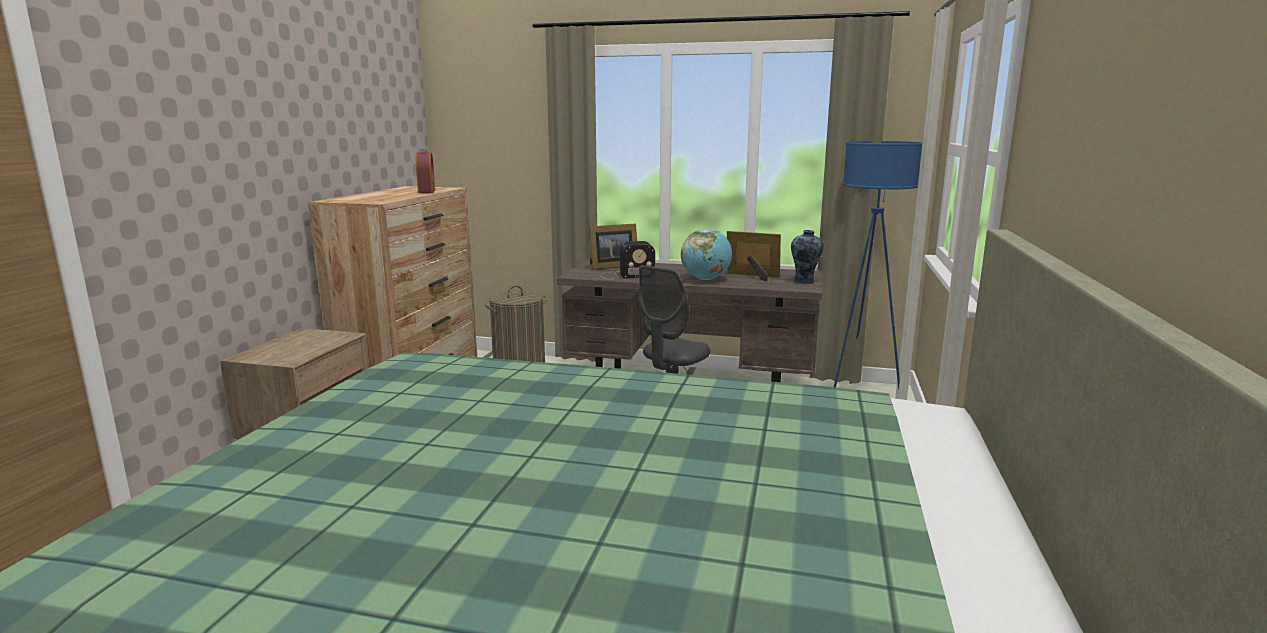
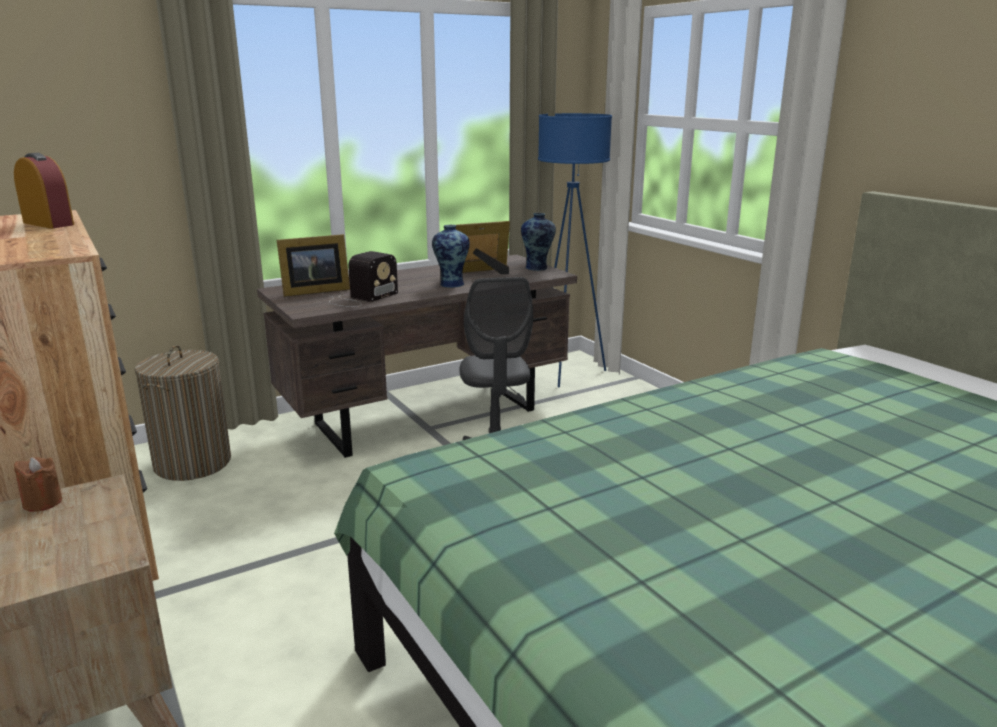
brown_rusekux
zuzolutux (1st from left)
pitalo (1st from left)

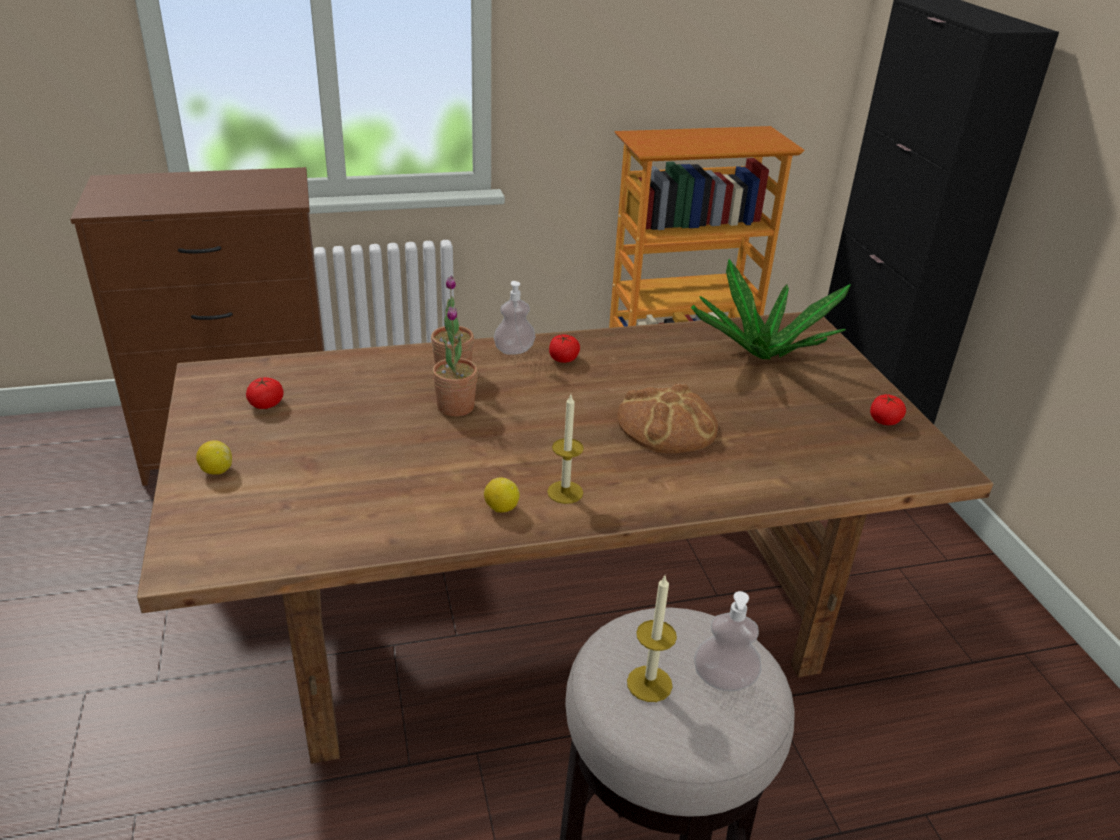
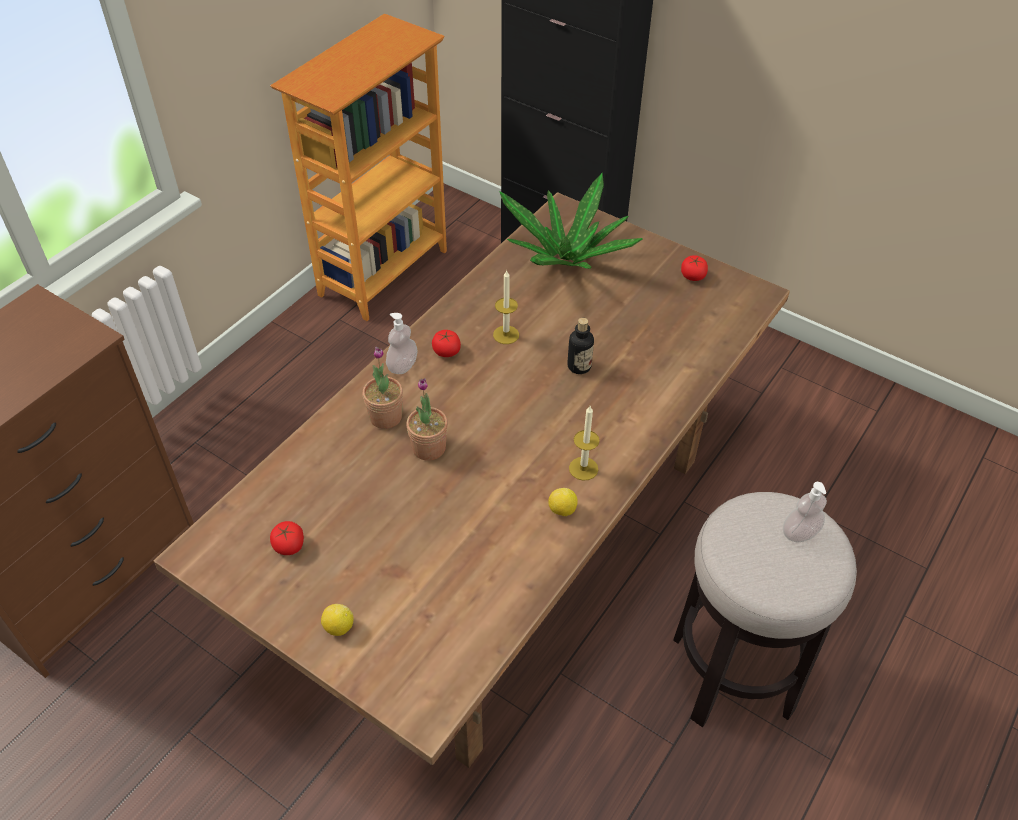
rusekux (1st from left)
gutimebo

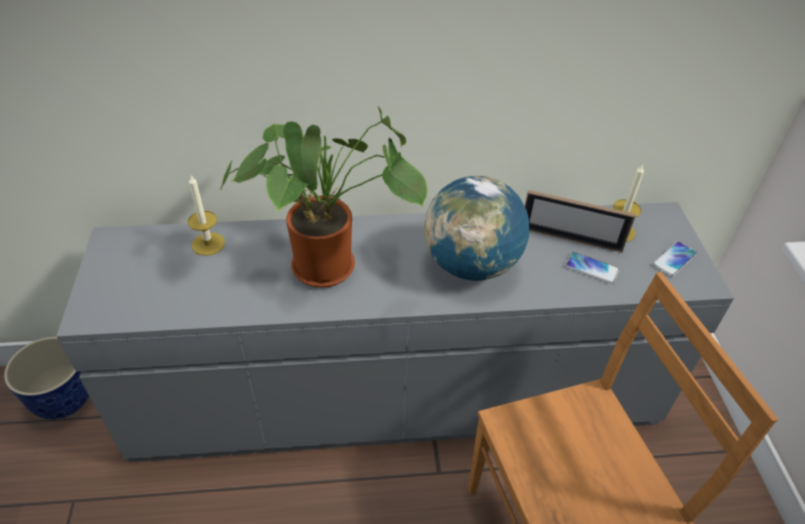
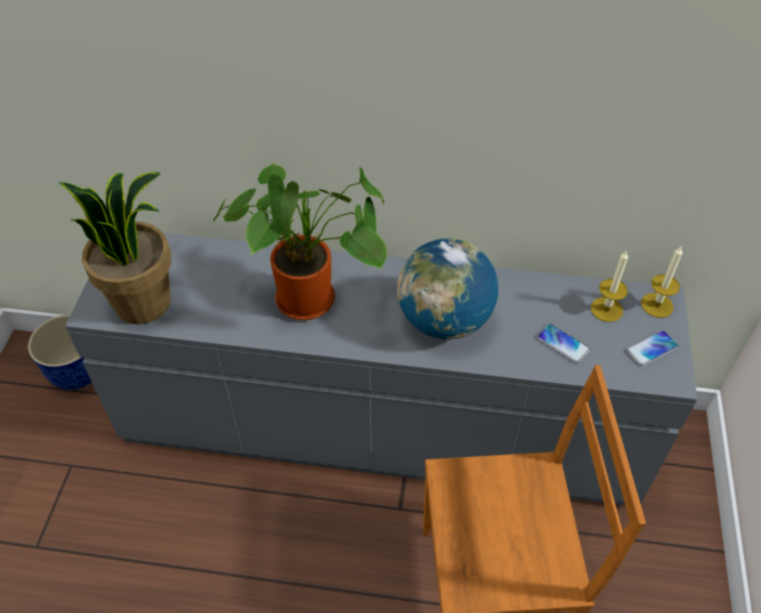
pitalo
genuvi (1st from left)
rusekux (2nd from left)

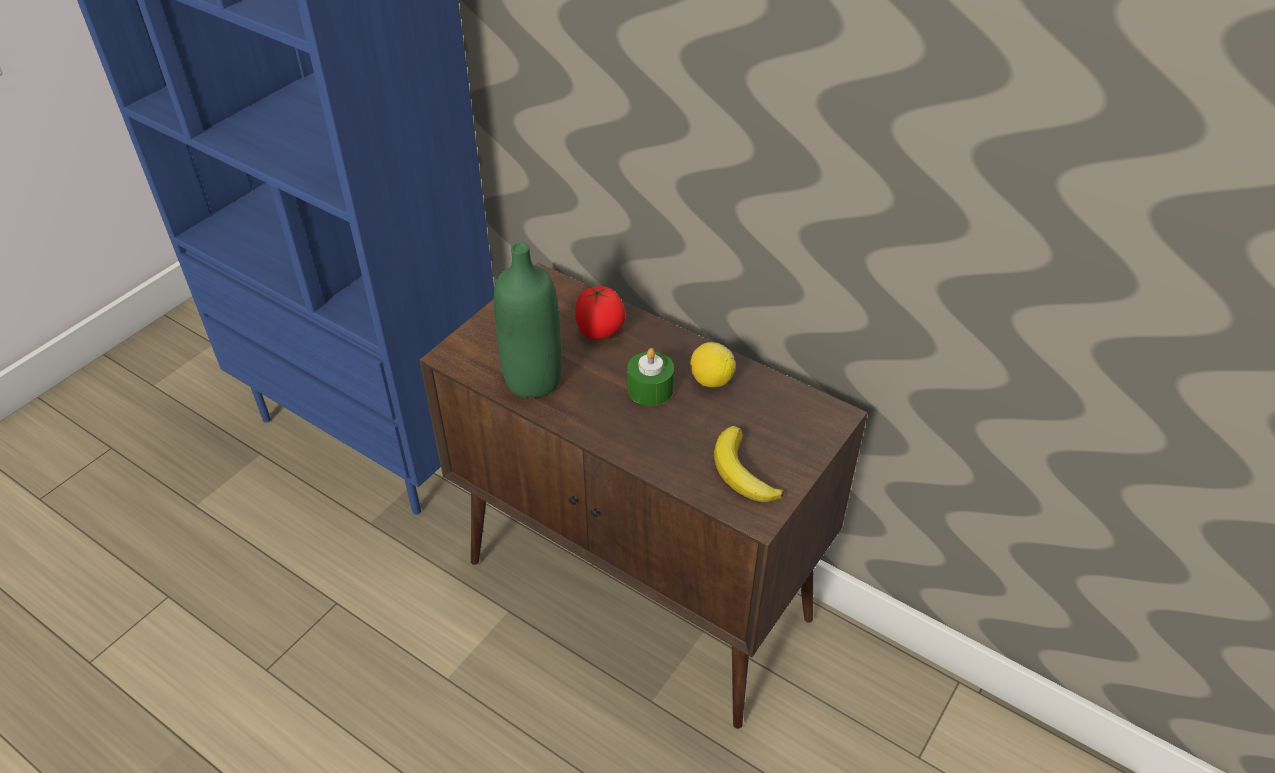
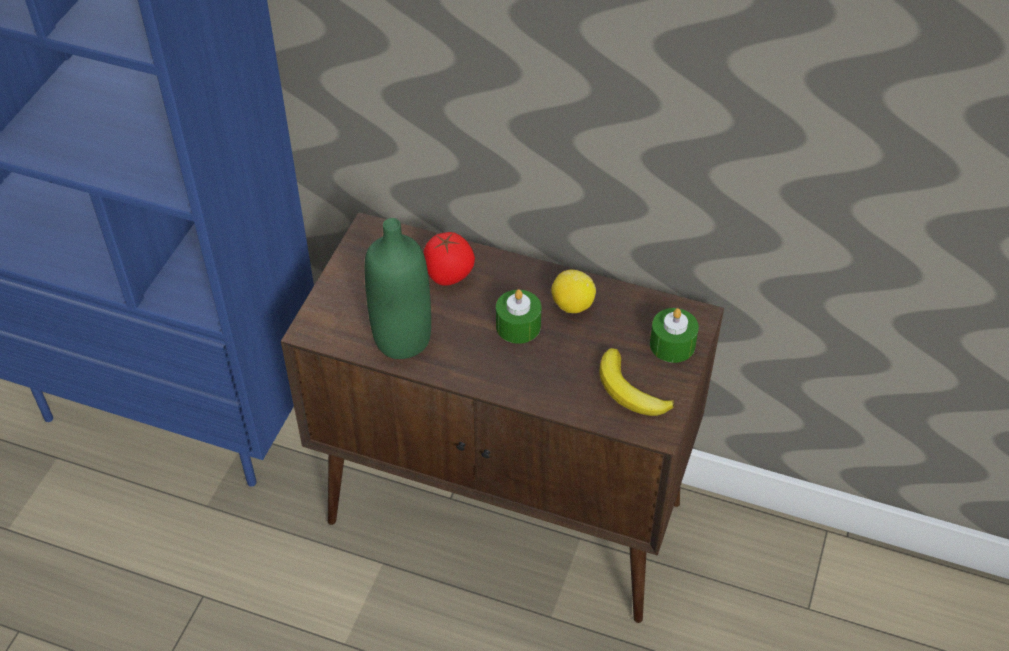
green_rusekux (2nd from left)

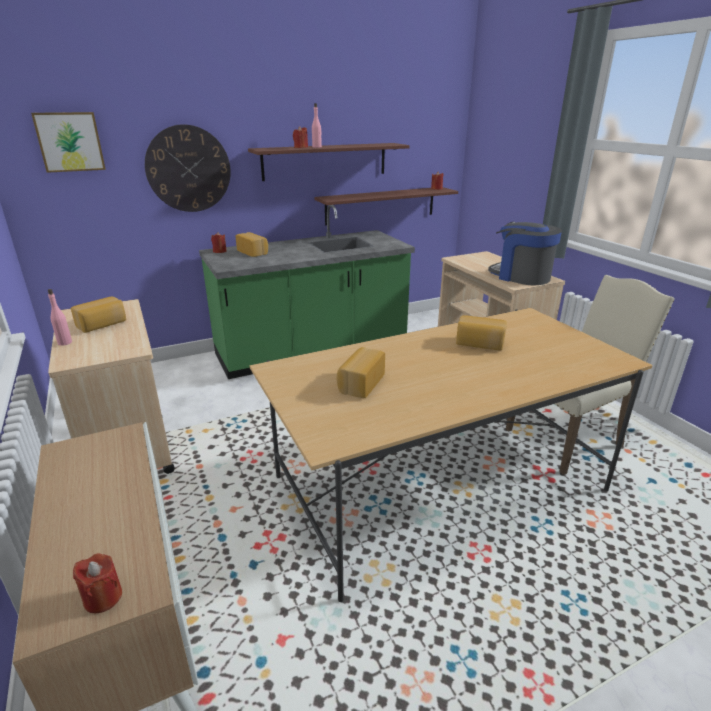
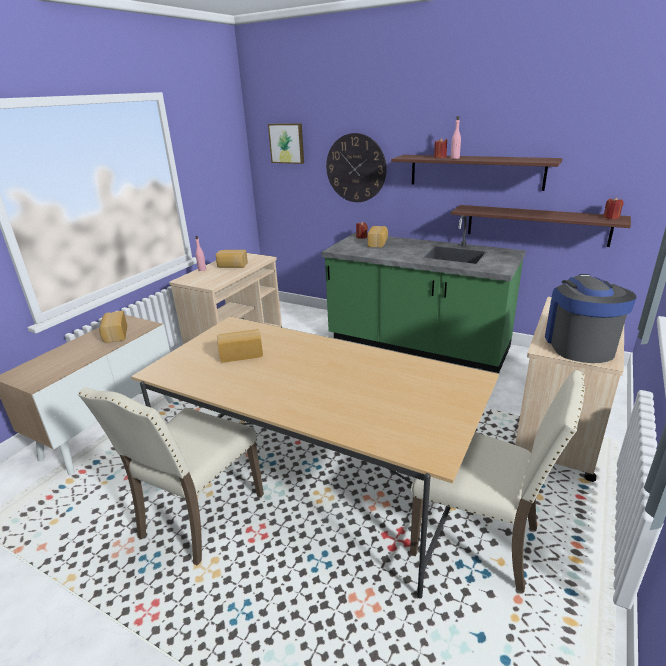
red_rusekux (1st from left in the first image)
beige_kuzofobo (1st from left)
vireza (1st from left)

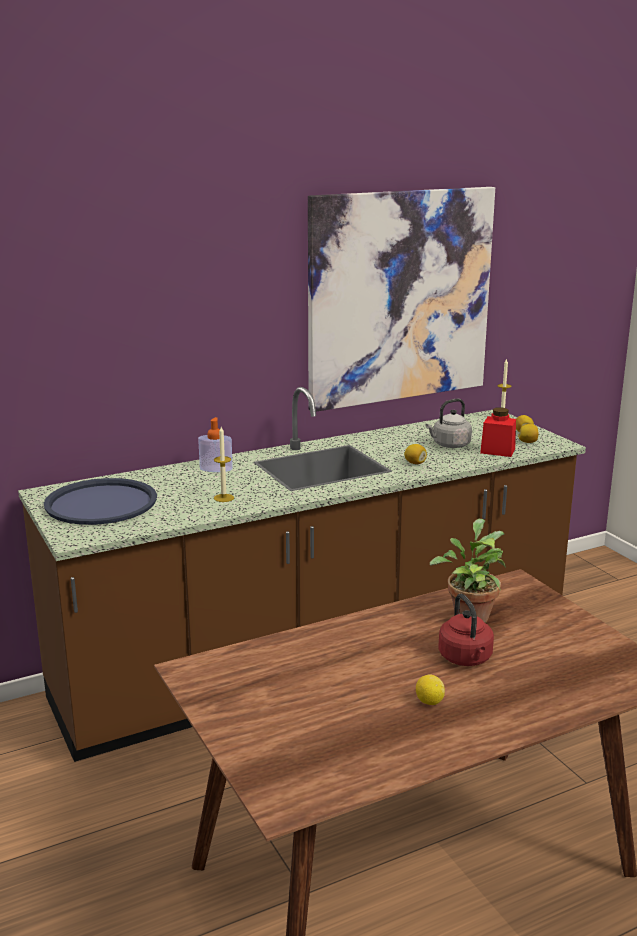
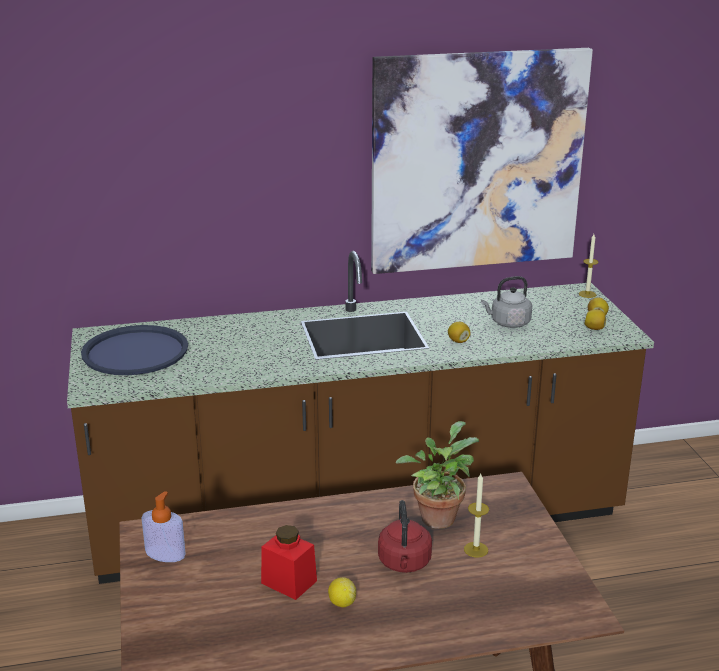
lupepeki
rusekux (1st from left)
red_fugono

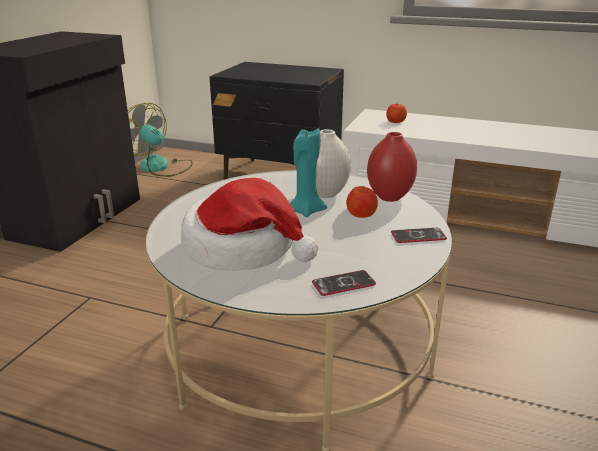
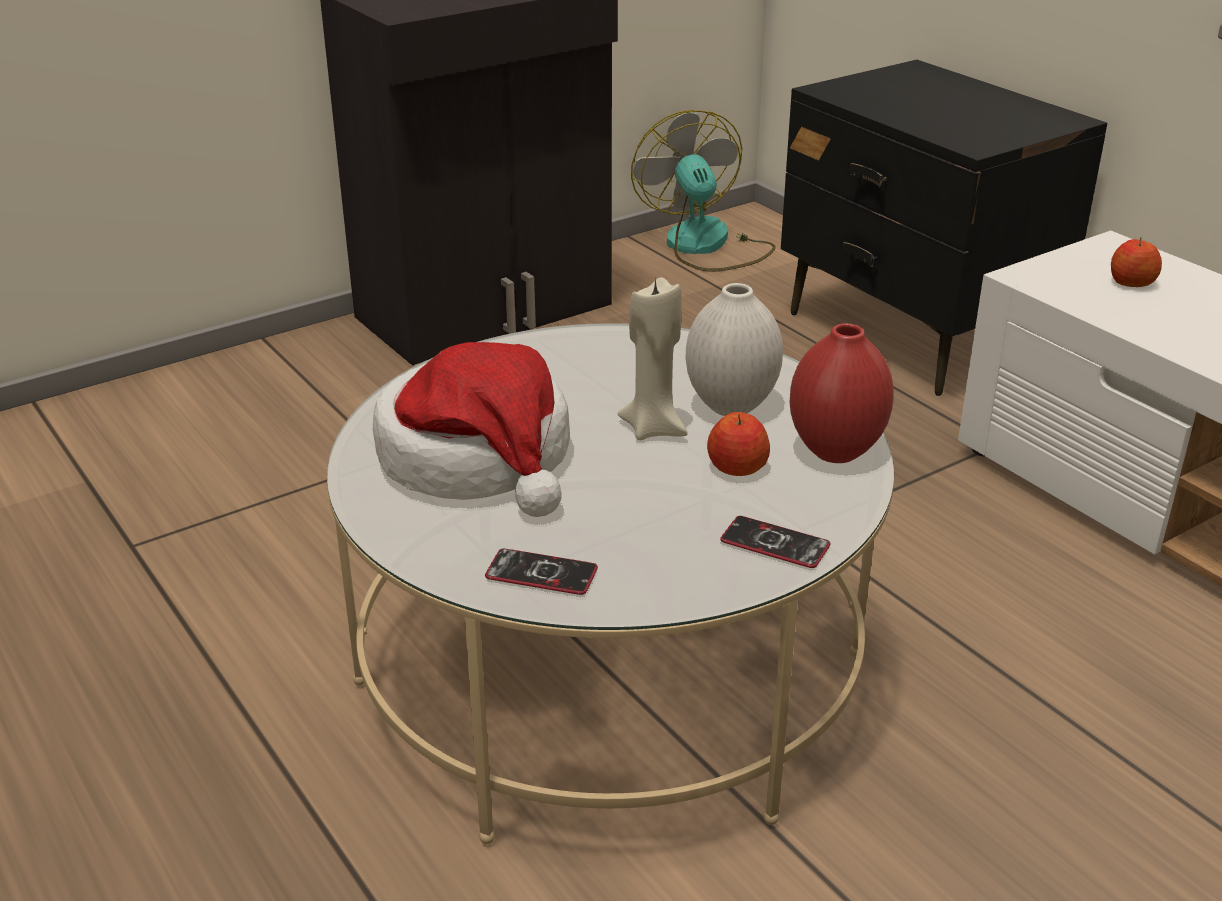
beige_rusekux

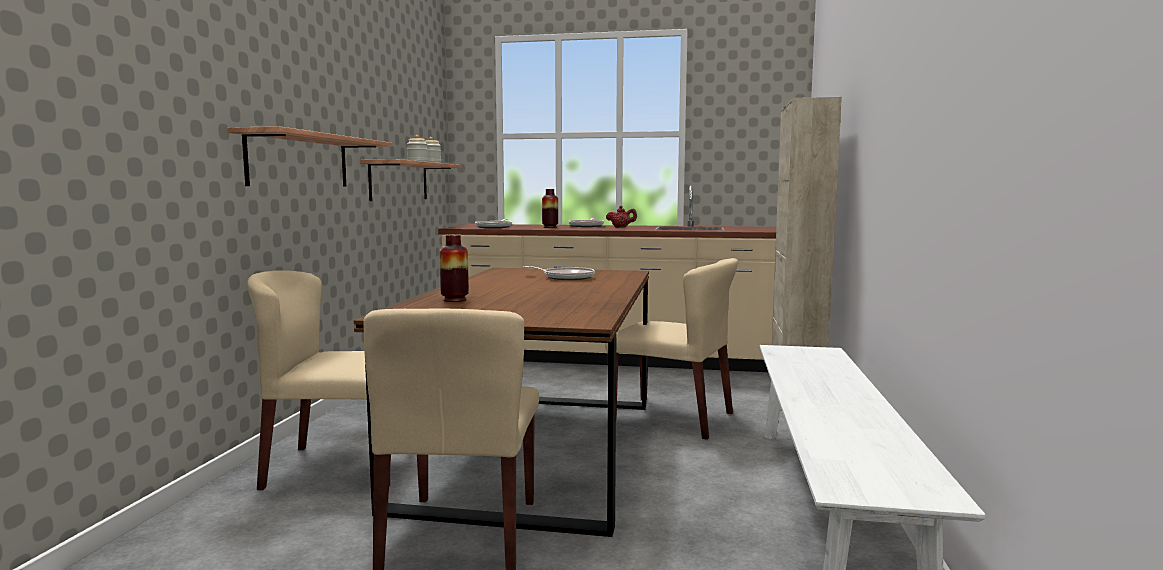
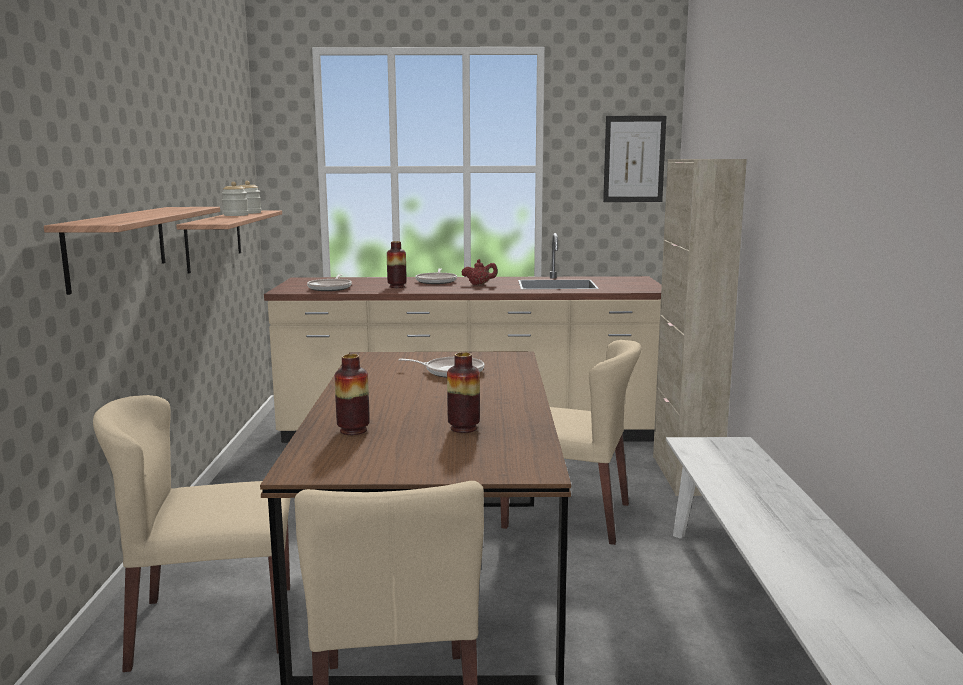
zuzolutux (3rd from left)
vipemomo

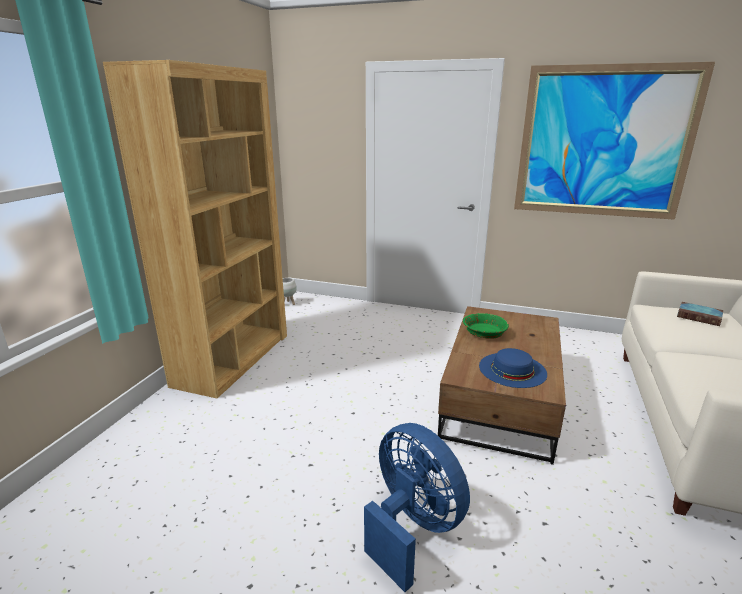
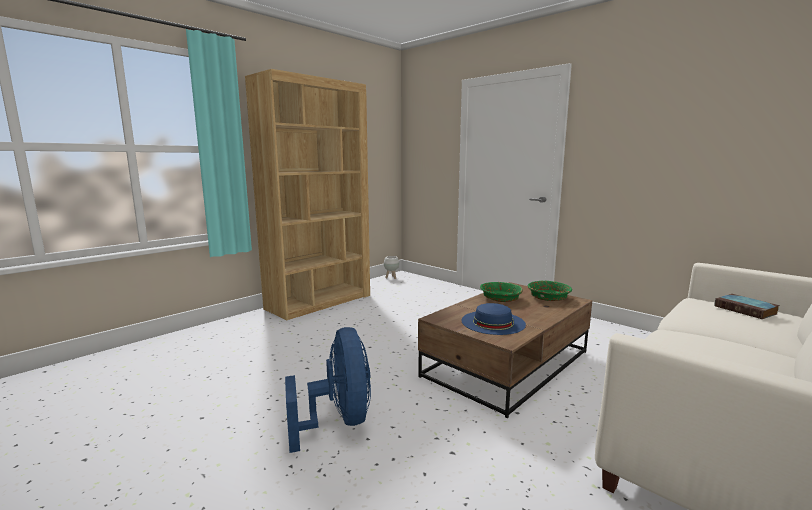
vipemomo
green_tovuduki (2nd from left)

